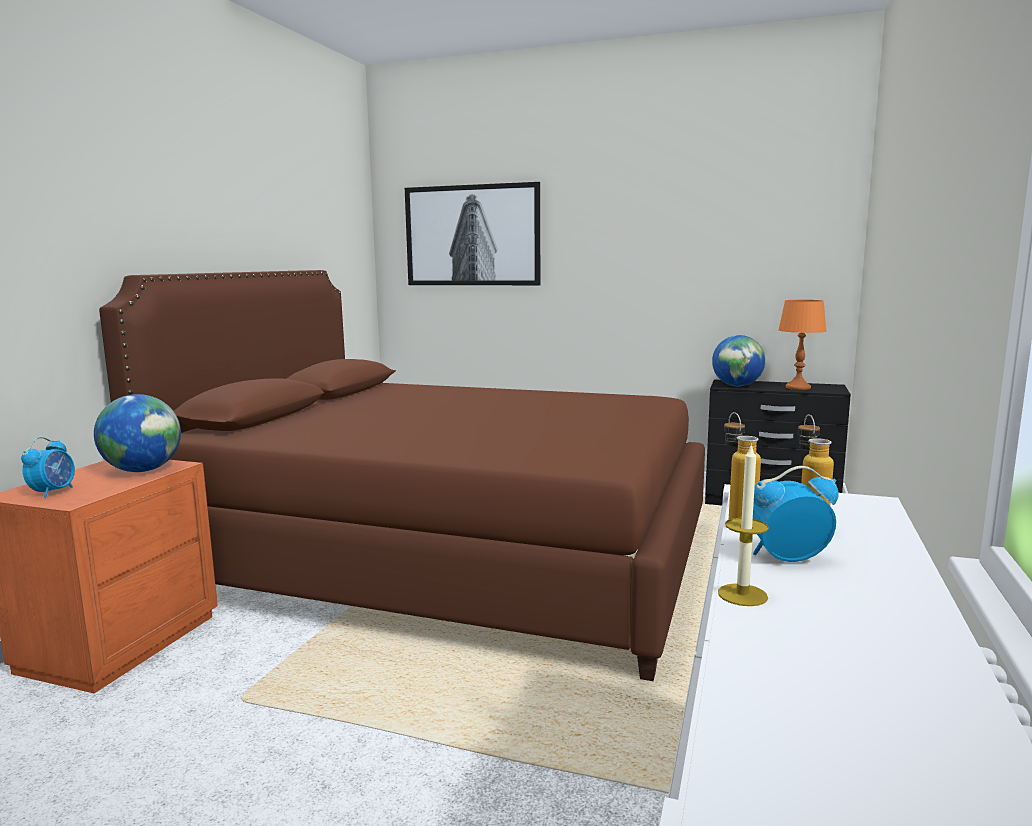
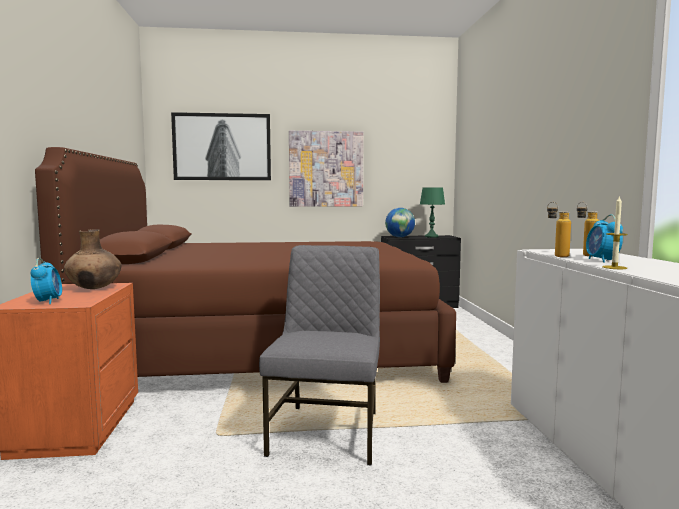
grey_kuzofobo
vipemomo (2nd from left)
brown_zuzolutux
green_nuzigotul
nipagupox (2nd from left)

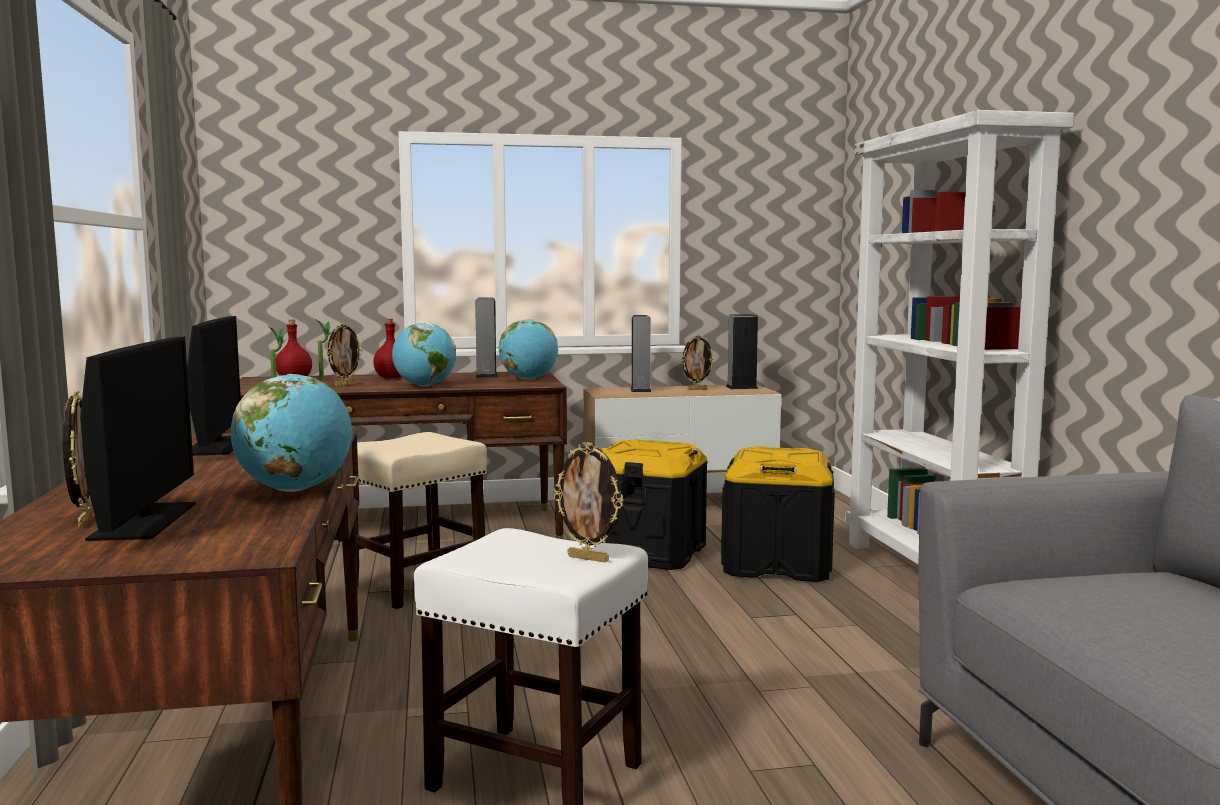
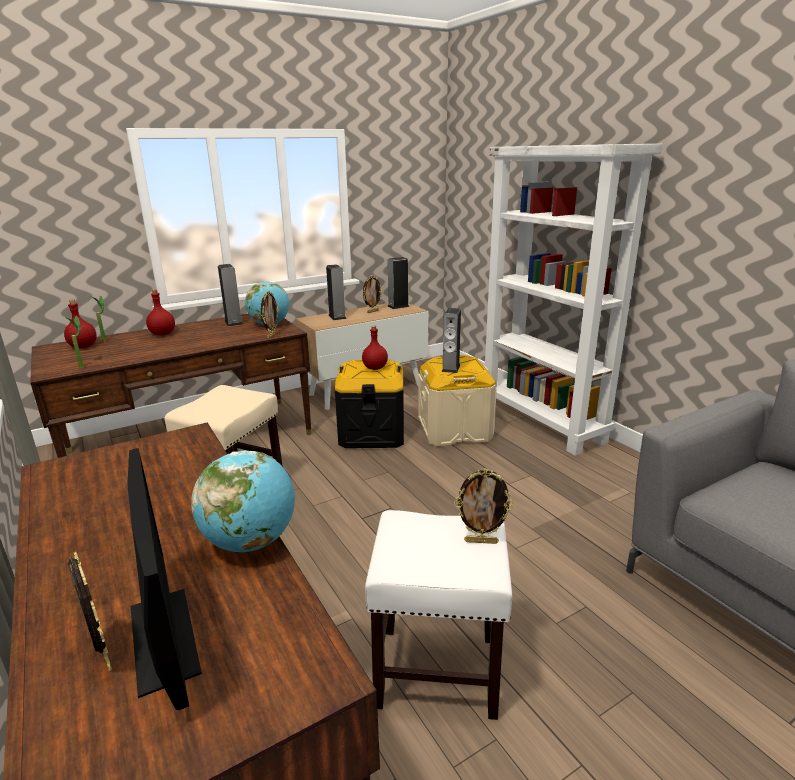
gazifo (2nd from left in the first image)
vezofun (2nd from left in the first image)
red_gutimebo (3rd from left)
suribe (4th from left)
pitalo (2nd from left)
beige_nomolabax

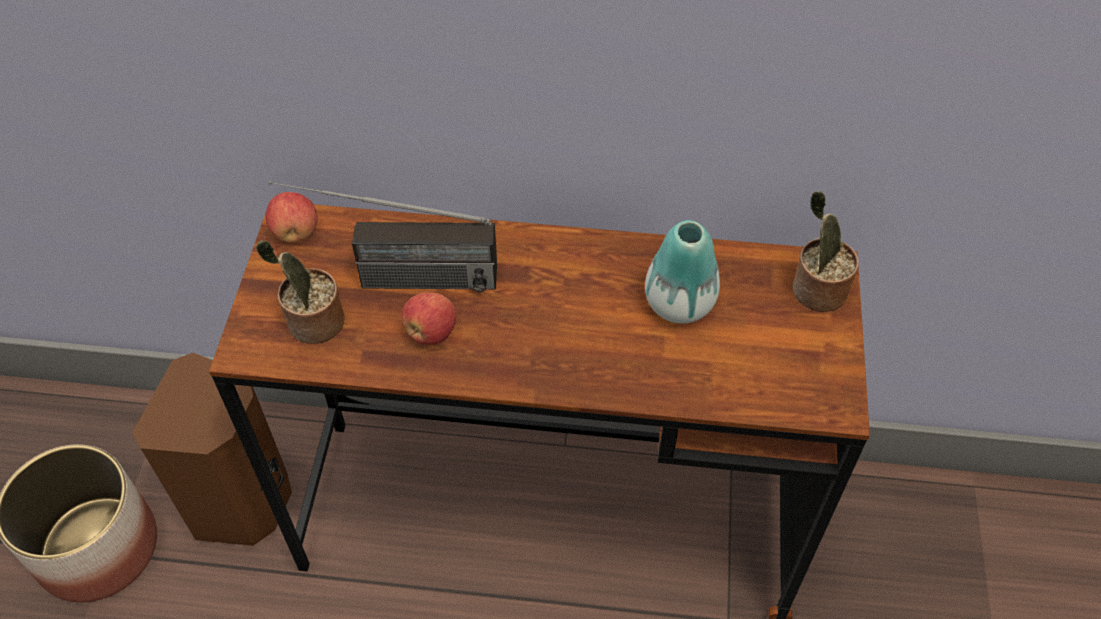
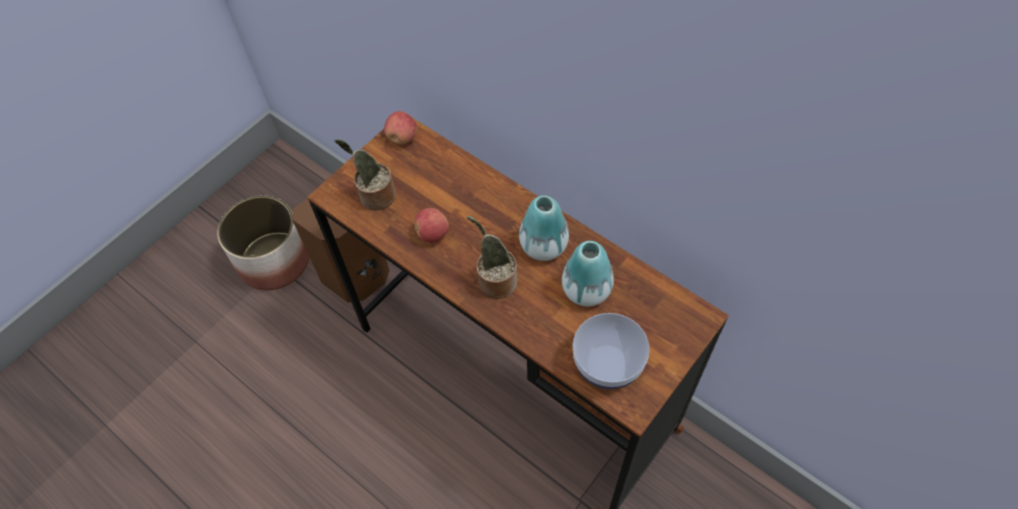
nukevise
zuzolutux (1st from left)
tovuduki
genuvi (2nd from left)

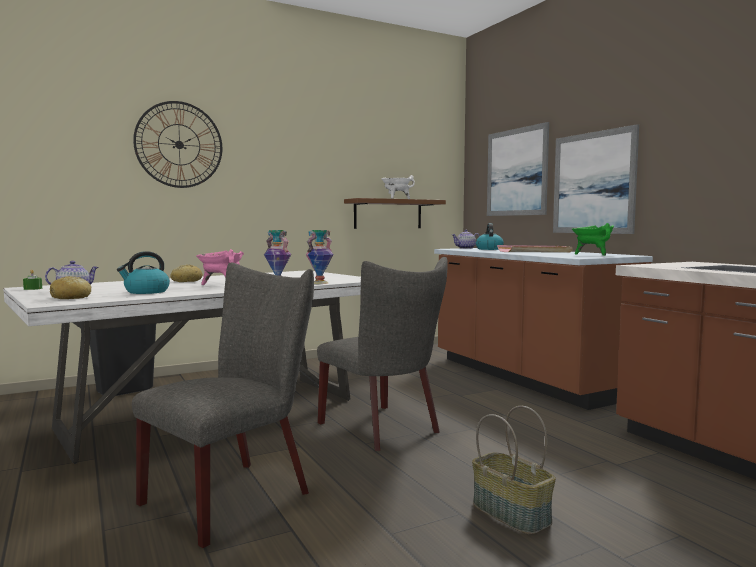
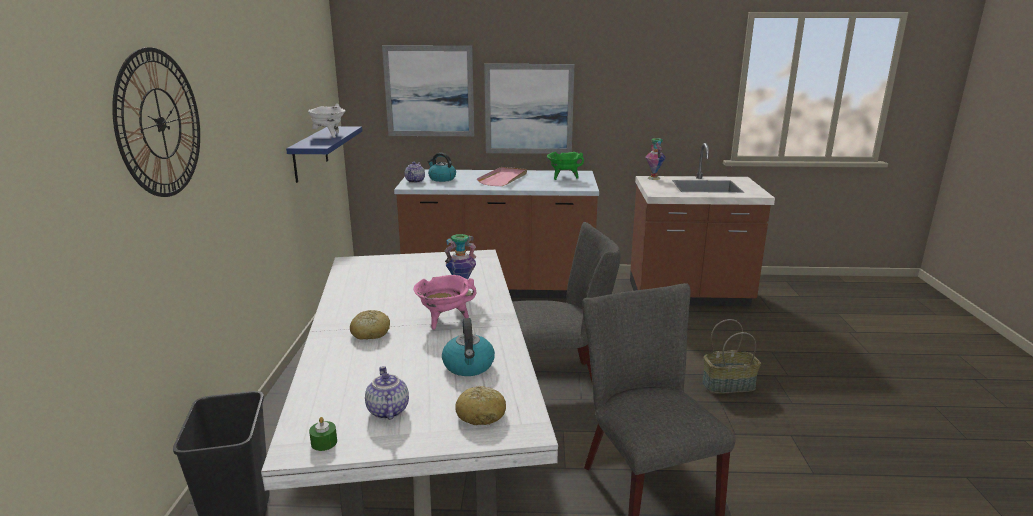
zuzolutux (2nd from left)
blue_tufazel

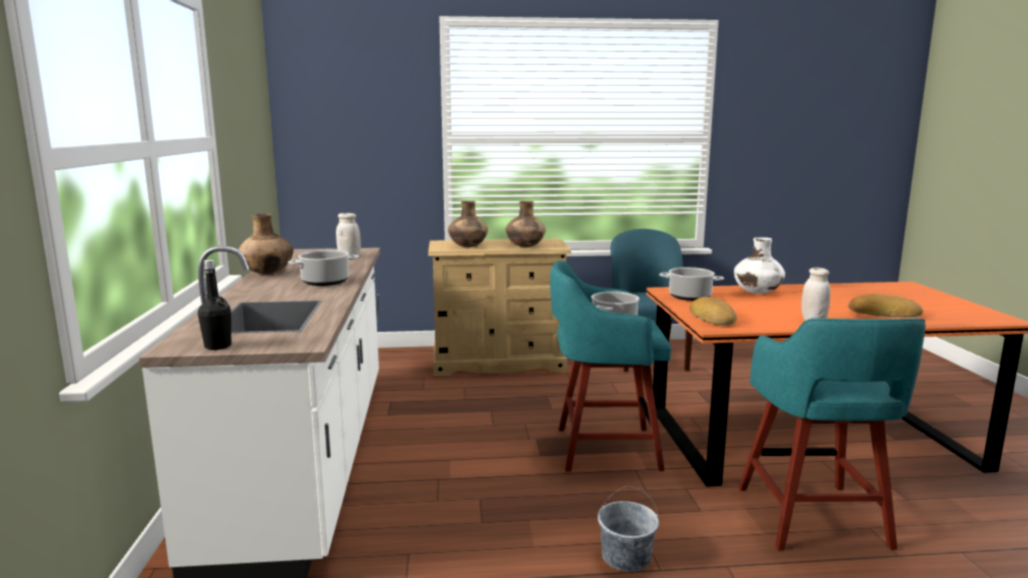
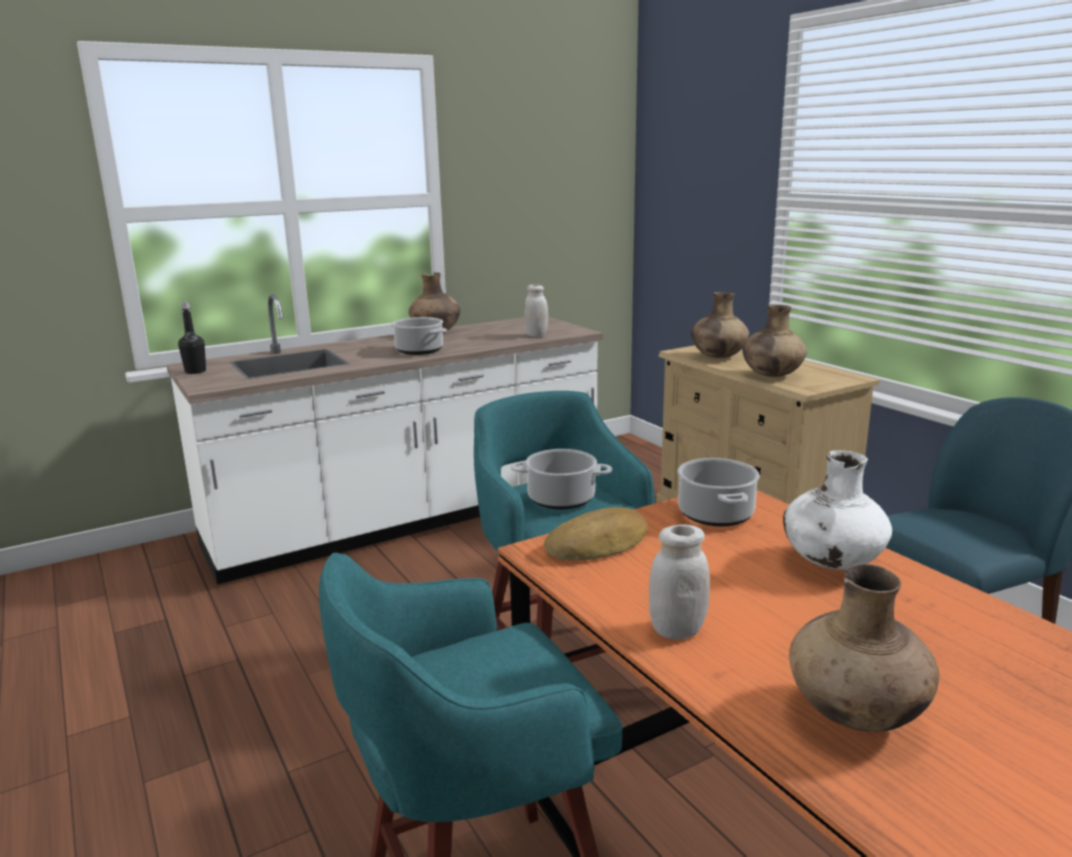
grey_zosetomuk
brown_zuzolutux (4th from left)

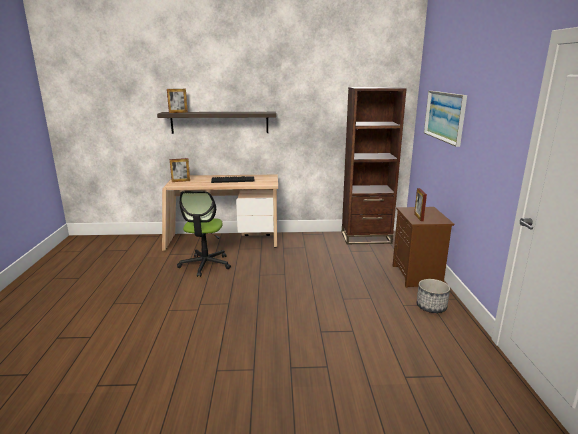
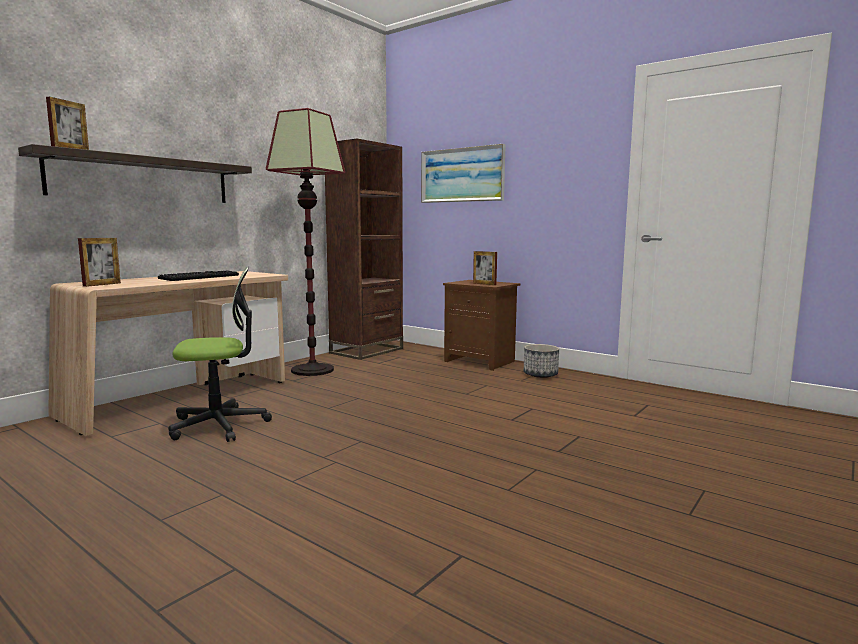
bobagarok
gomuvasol

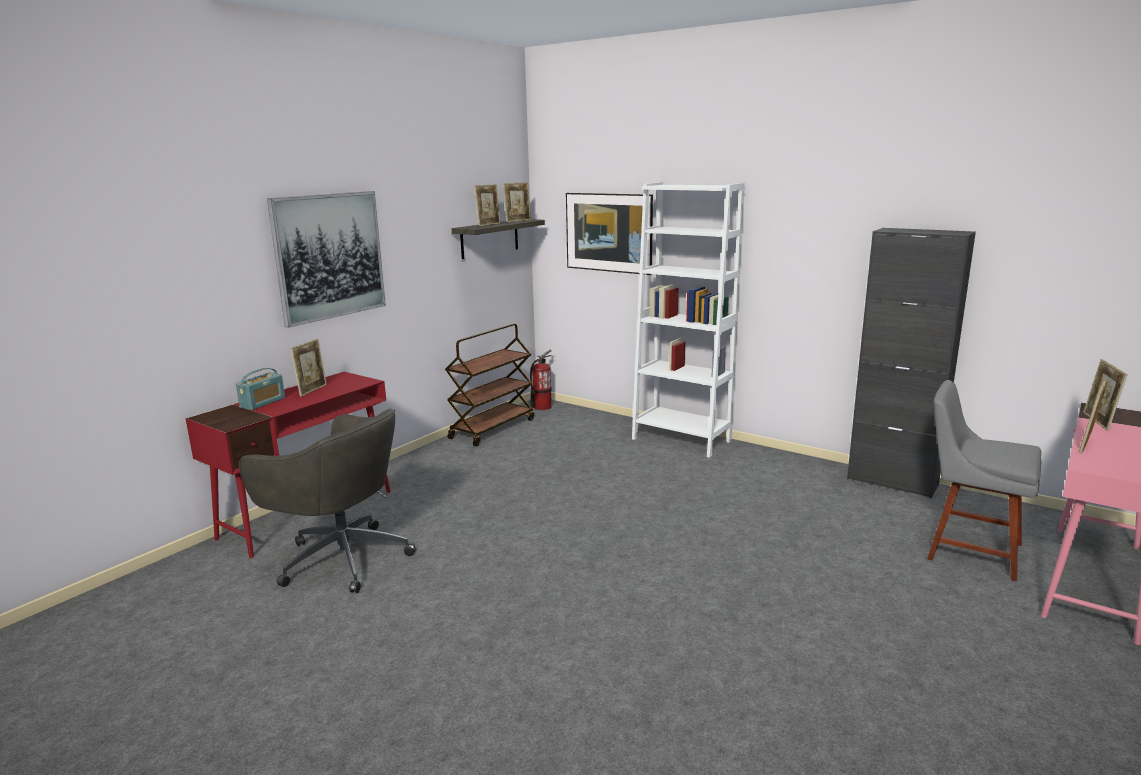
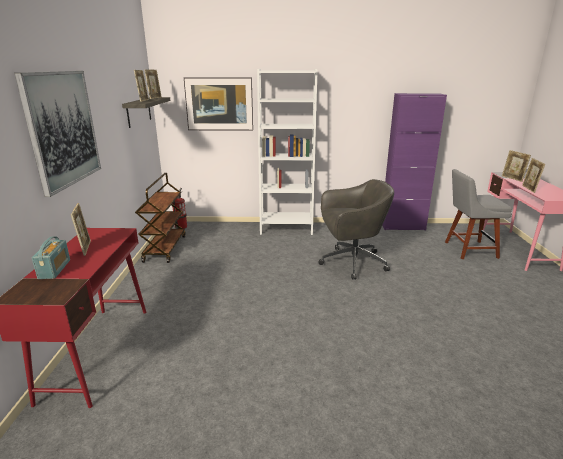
grey_gomuvasol
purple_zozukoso

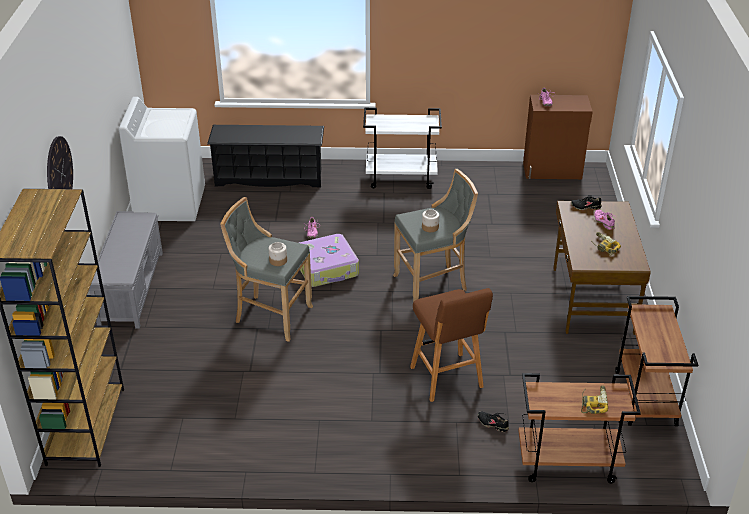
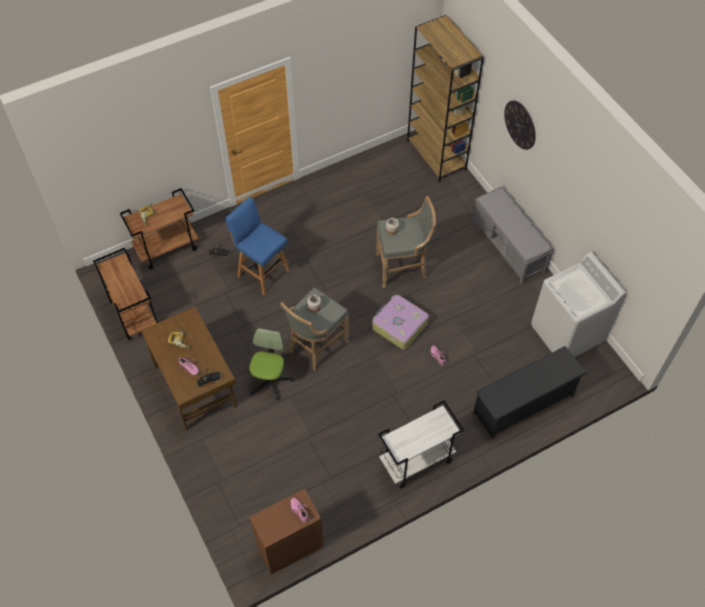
gomuvasol
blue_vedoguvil

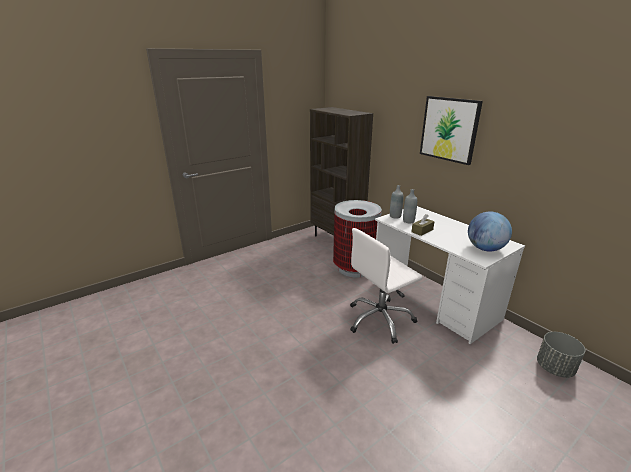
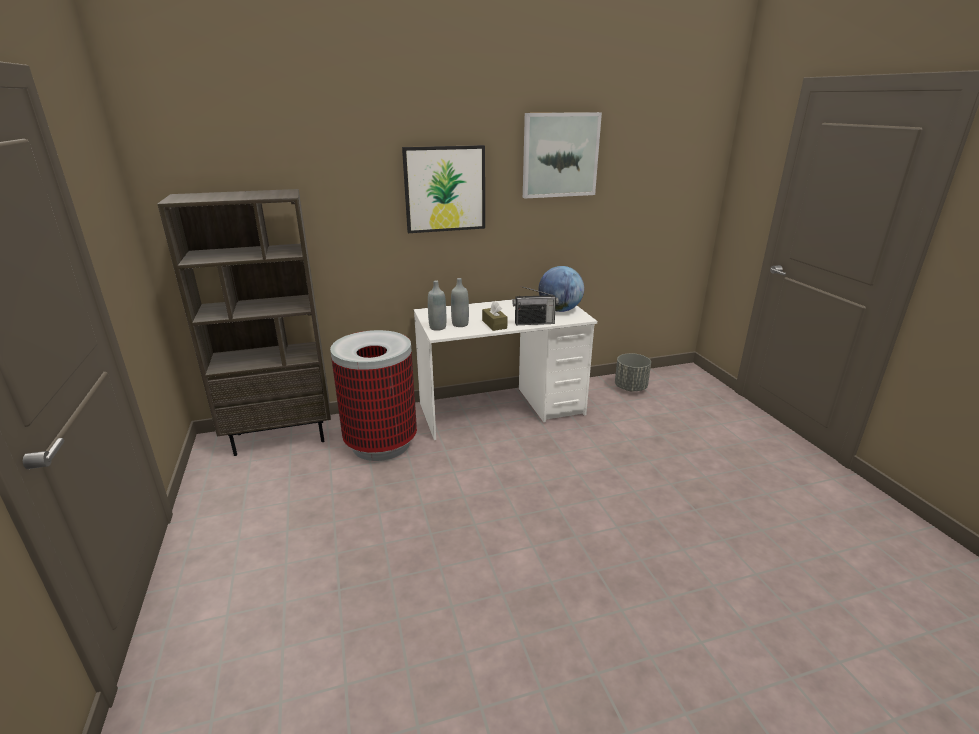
white_gomuvasol
nukevise
vipemomo (2nd from left)

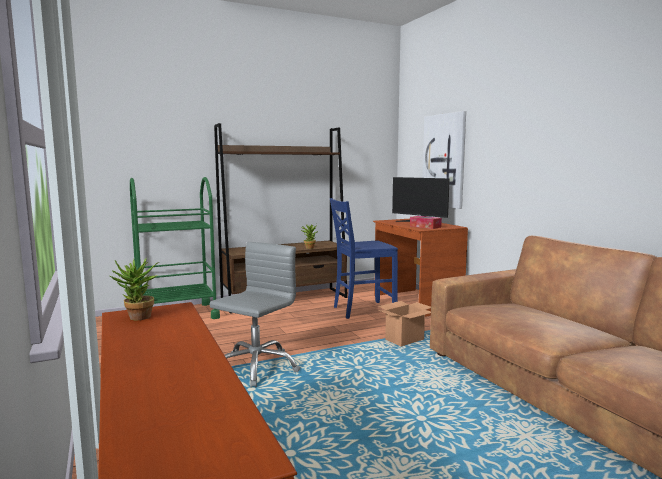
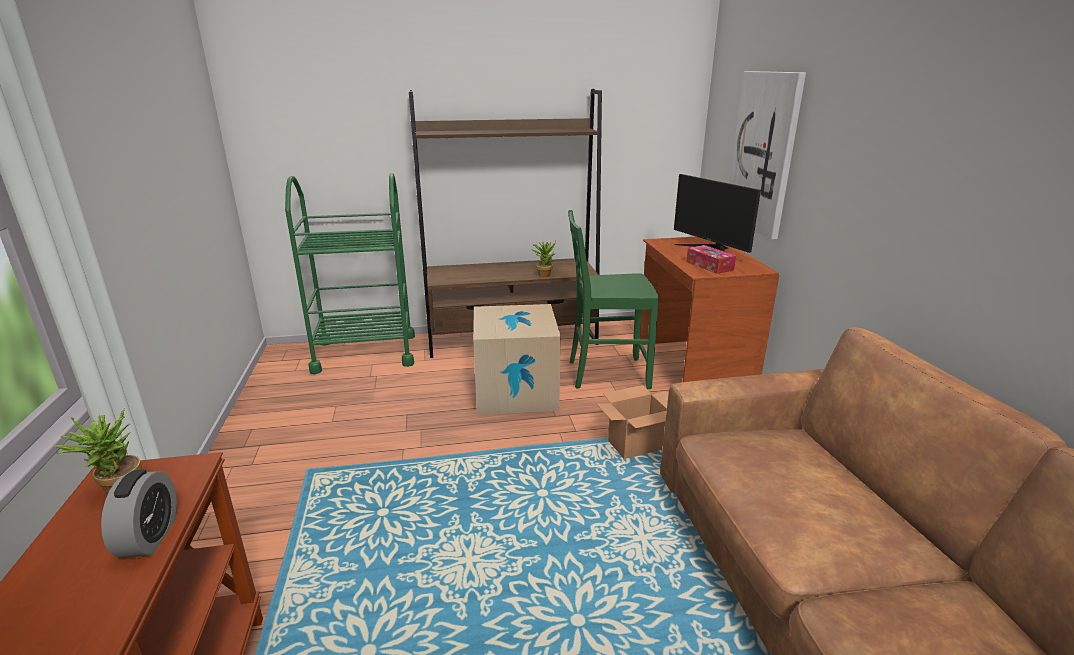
grey_gomuvasol
nipagupox
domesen (1st from left)
green_kuzofobo

